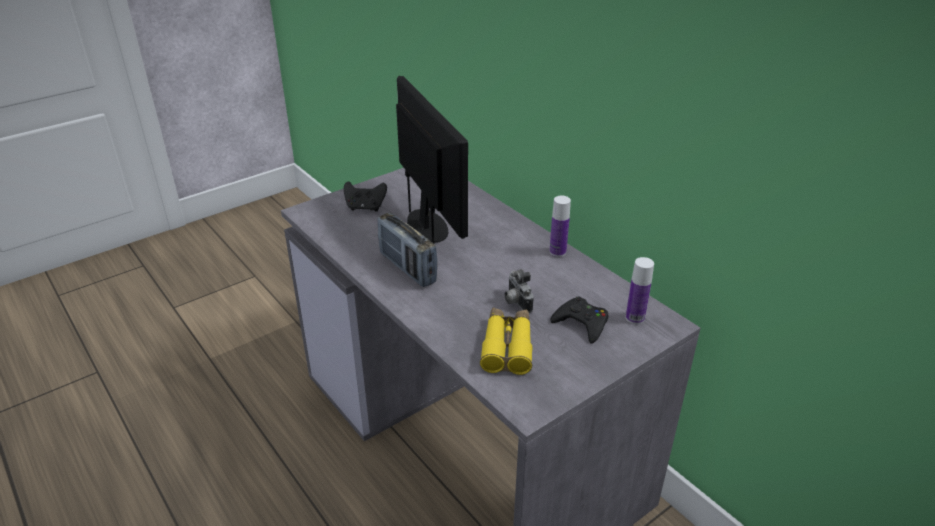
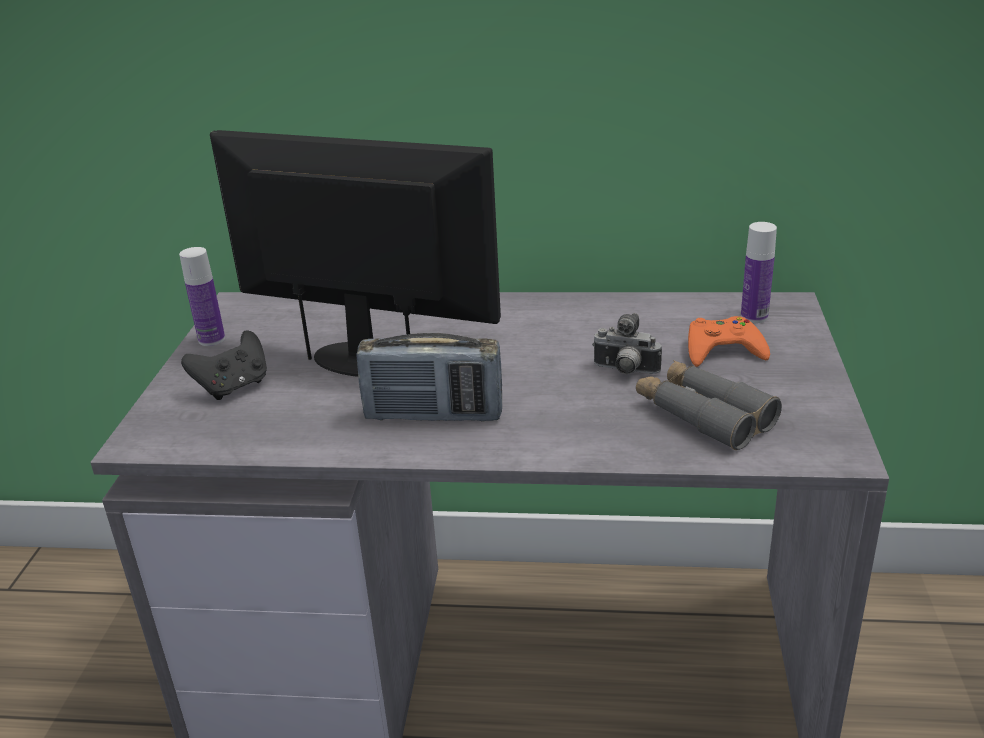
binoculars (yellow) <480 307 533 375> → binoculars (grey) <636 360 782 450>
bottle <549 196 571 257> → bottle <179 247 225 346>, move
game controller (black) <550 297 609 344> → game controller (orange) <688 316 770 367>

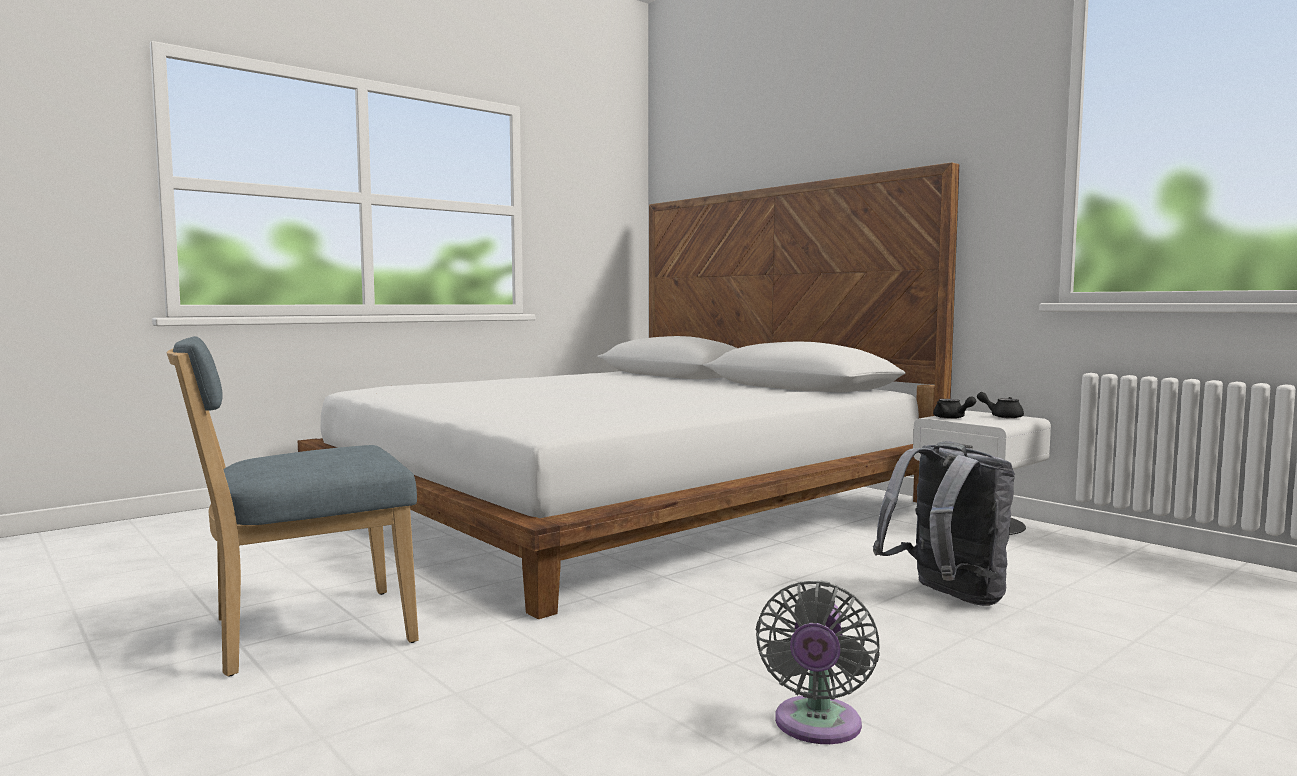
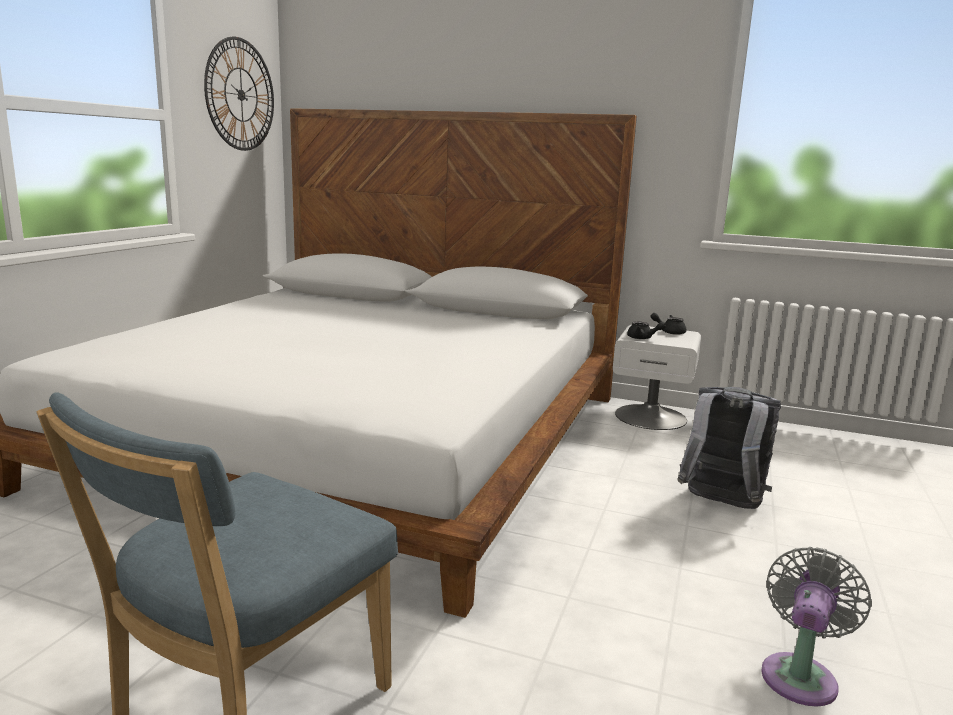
fan (grey) <756 581 880 744> → fan (grey) <761 547 872 707>, 135 degrees counterclockwise
- → wall clock <204 37 274 151>

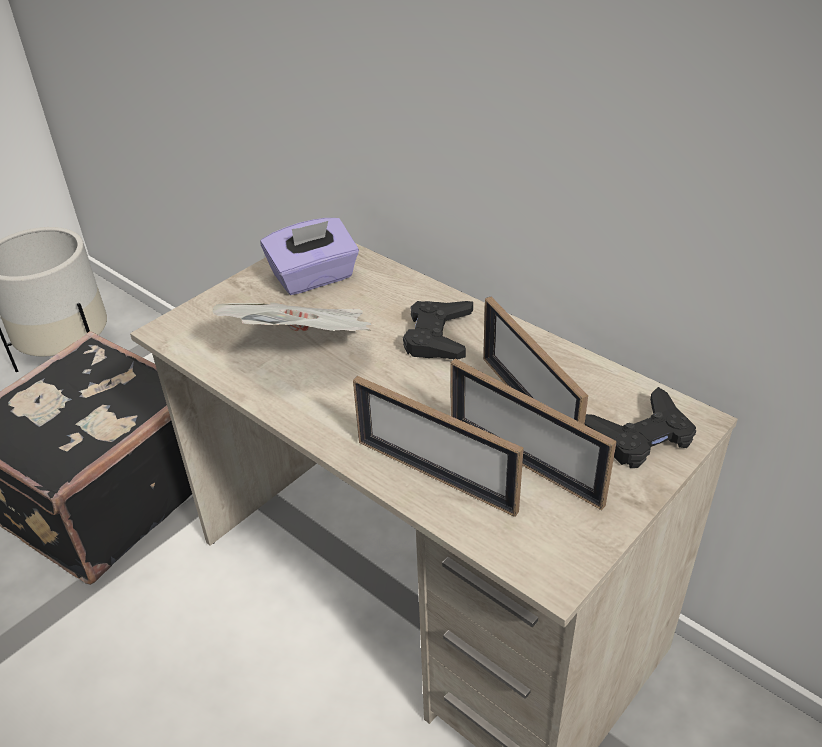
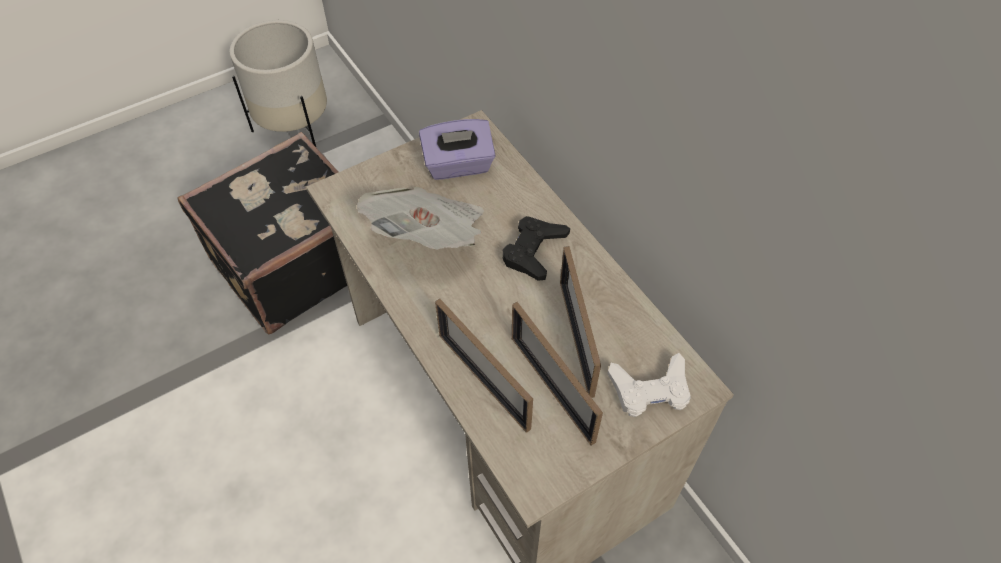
game controller (black) <585 387 696 468> → game controller (white) <607 353 691 417>

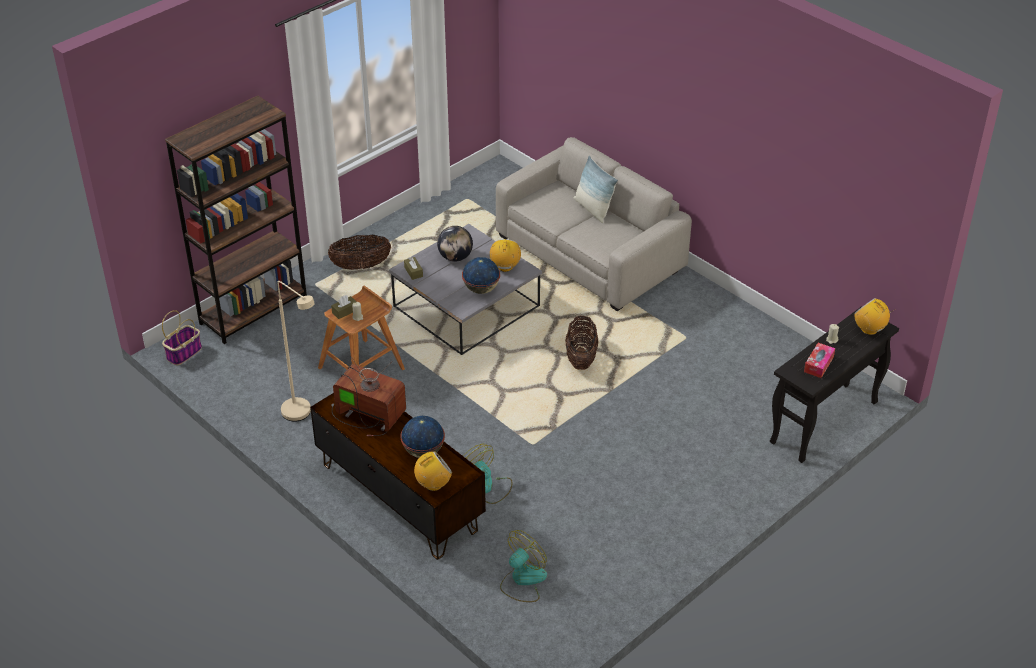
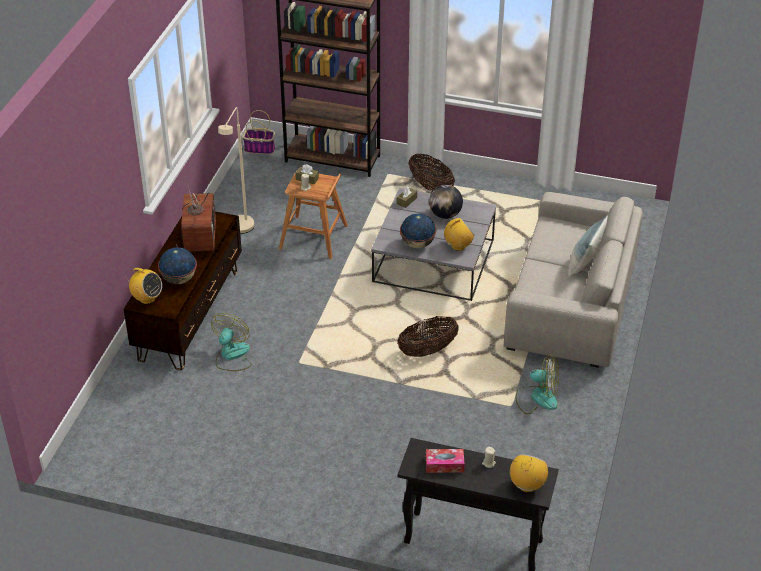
fan <500 530 547 602> → fan <516 355 559 414>, move

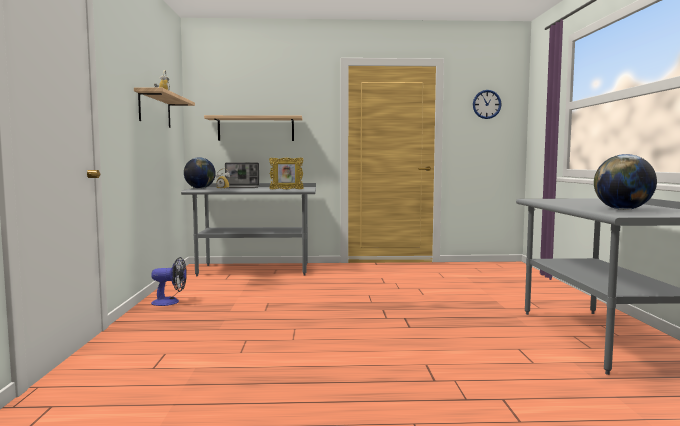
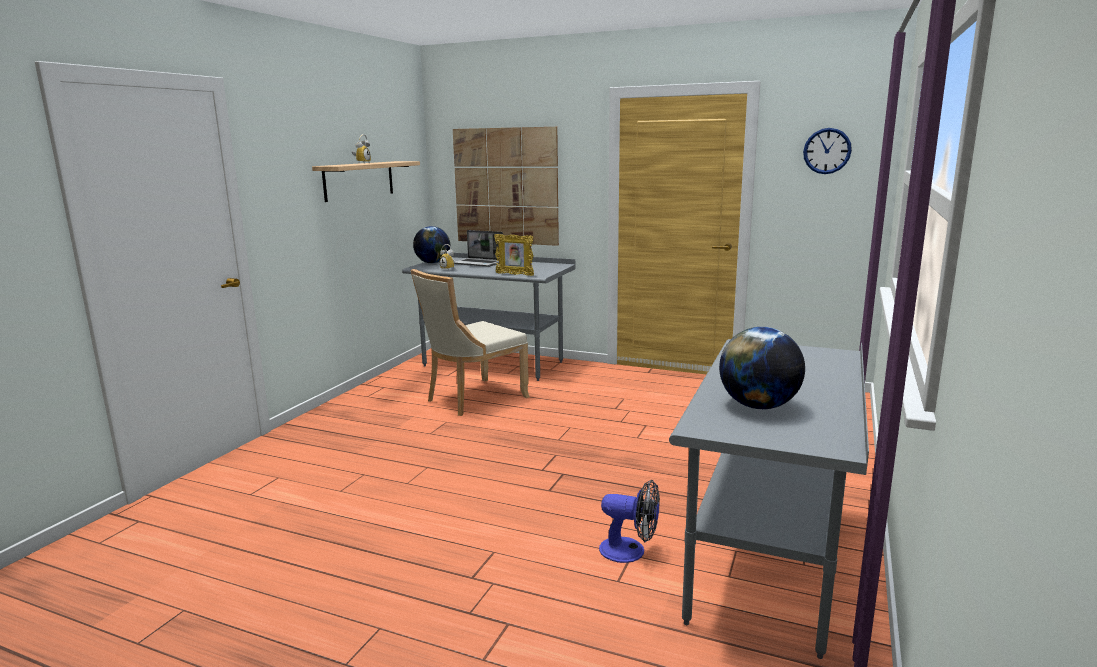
fan <151 257 187 306> → fan <599 480 660 563>, move
shelf <204 115 303 141> → picture <453 127 559 246>
- → chair (beige) <410 269 530 416>

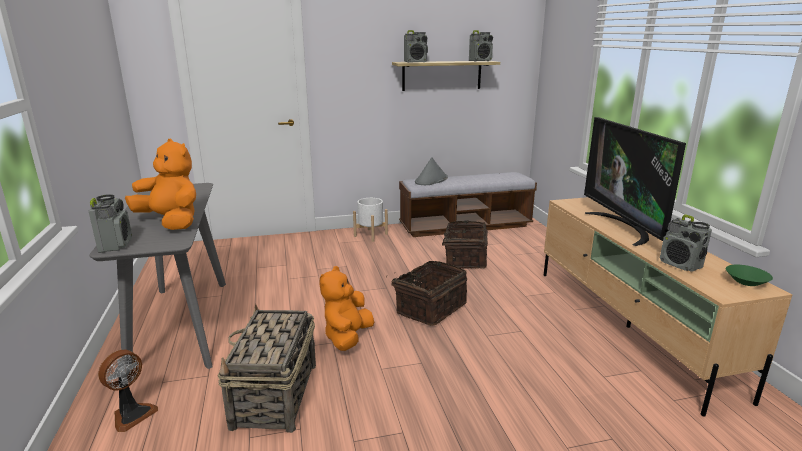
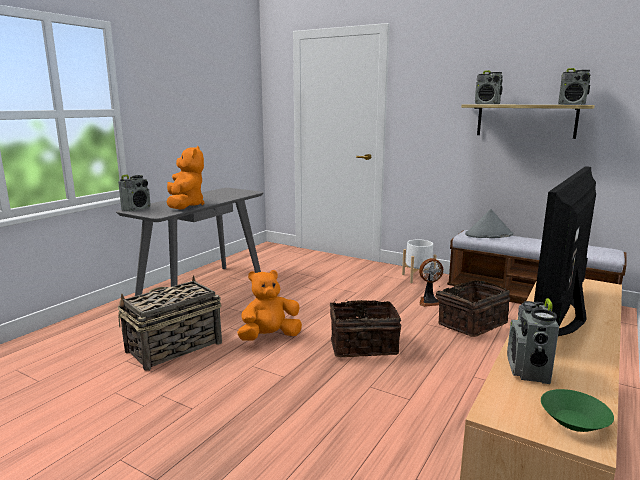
fan <98 350 158 432> → fan <419 258 443 307>, move

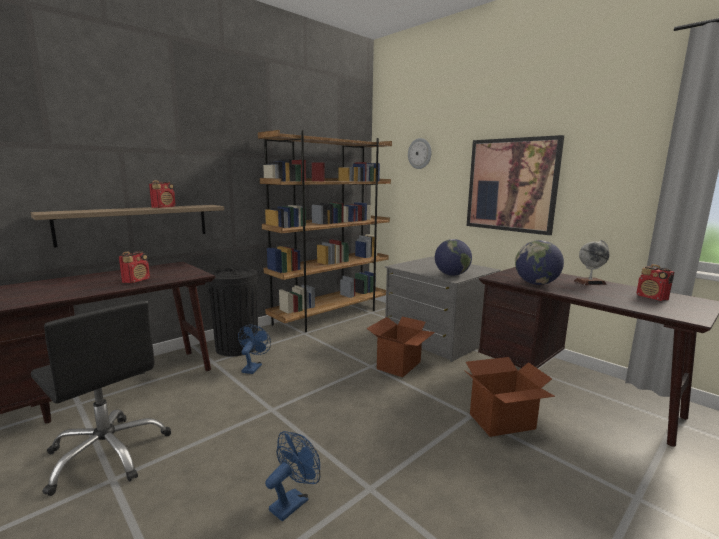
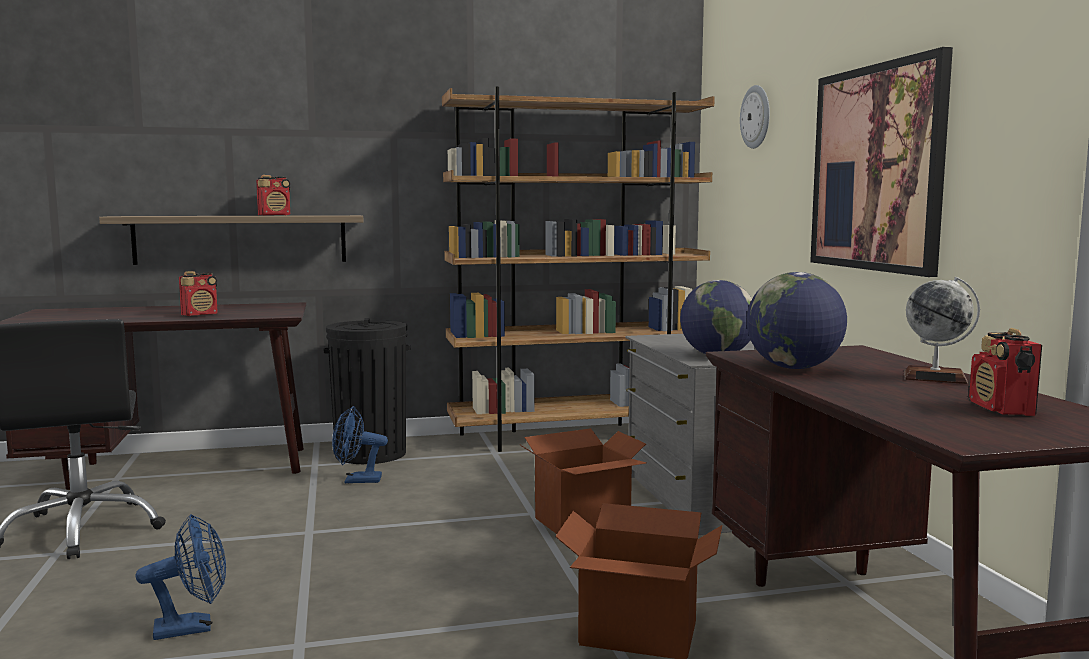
fan (blue) <238 325 271 374> → fan (blue) <332 406 388 483>, 135 degrees counterclockwise

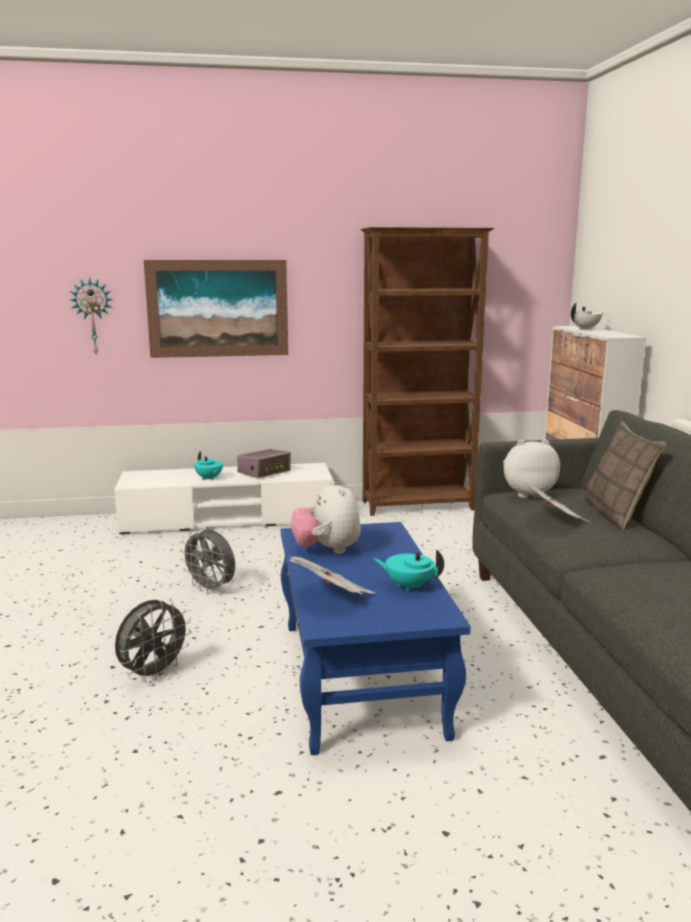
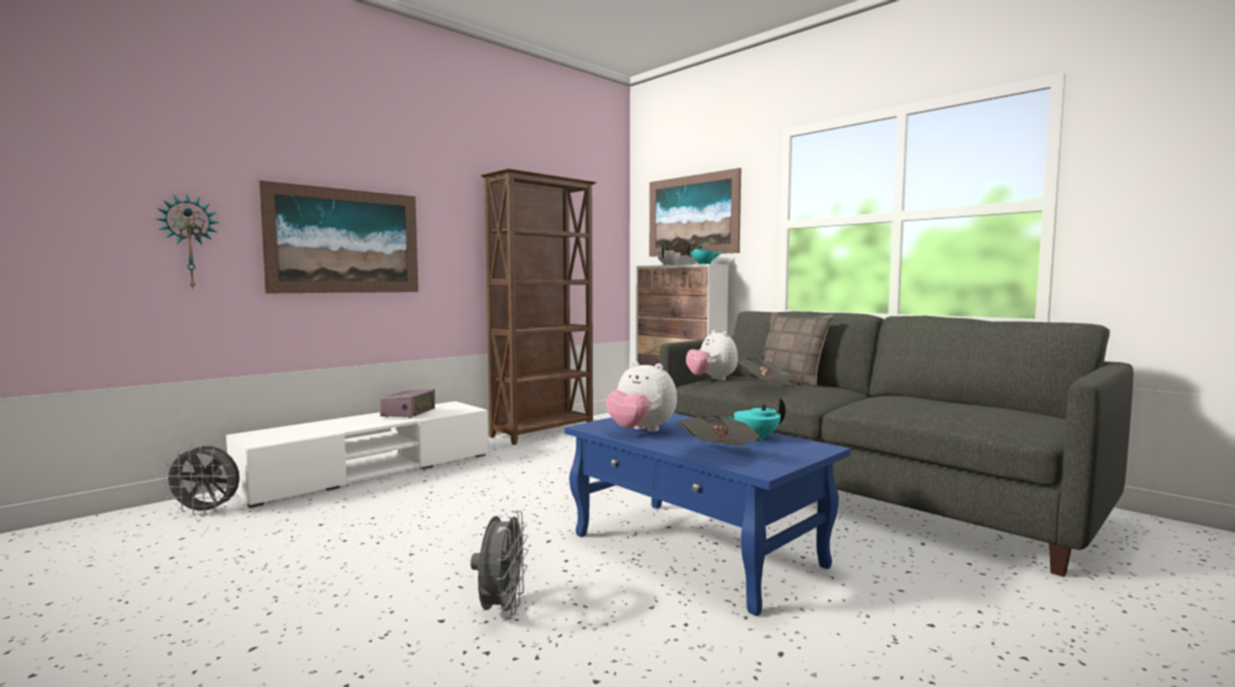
fan (grey) <180 529 235 594> → fan (grey) <162 445 240 516>, move
teapot (turquoise) <194 451 223 480> → teapot (turquoise) <687 243 723 264>, move
plush toy <503 439 560 498> → plush toy <686 330 738 381>, 75 degrees counterclockwise
- → picture <649 168 741 257>

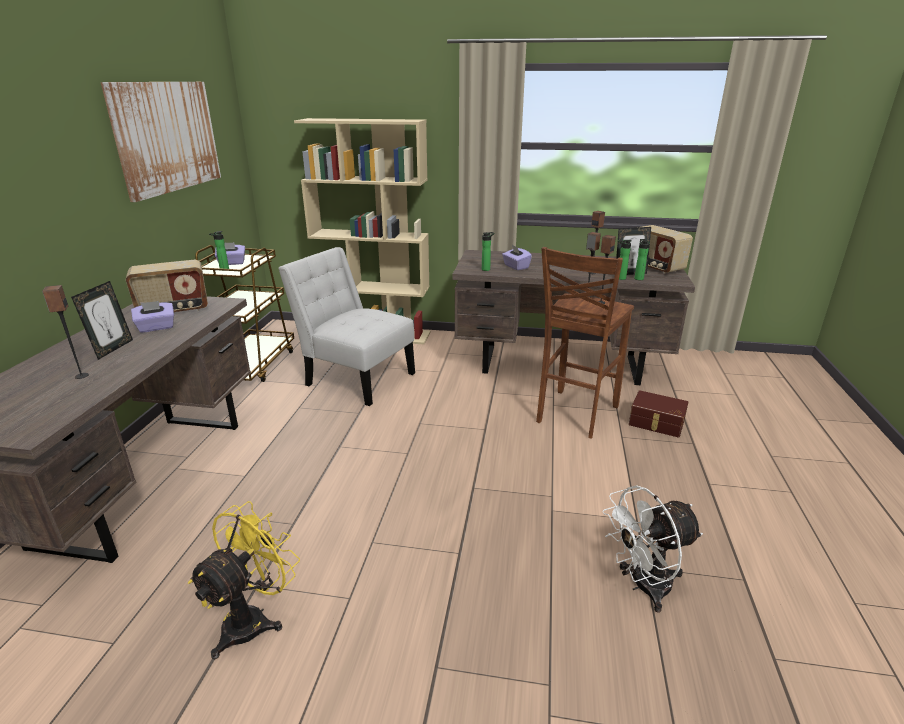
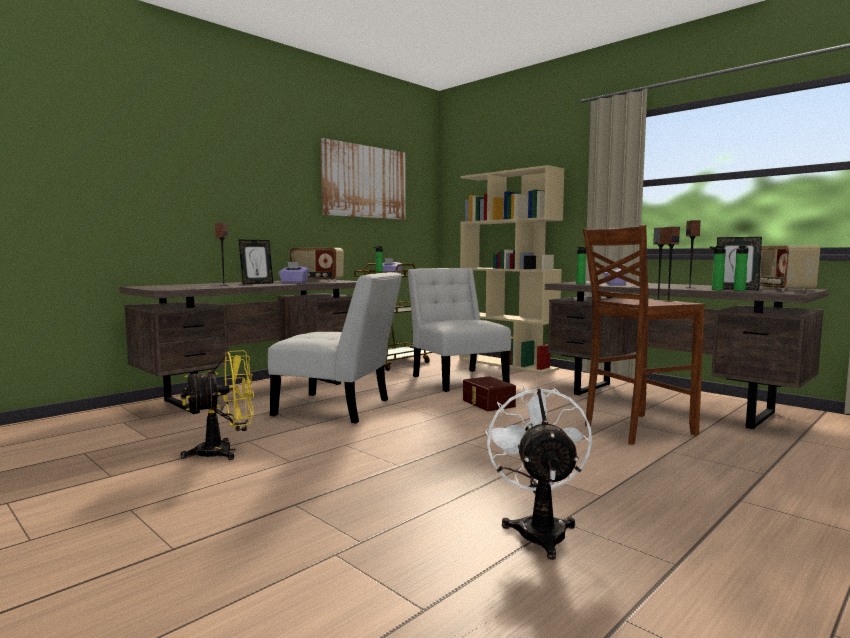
fan (white) <602 485 703 613> → fan (white) <485 386 592 560>, 75 degrees clockwise
storage box (brown) <629 390 688 438> → storage box (brown) <463 376 516 411>, move
- → chair (white) <268 272 402 424>

